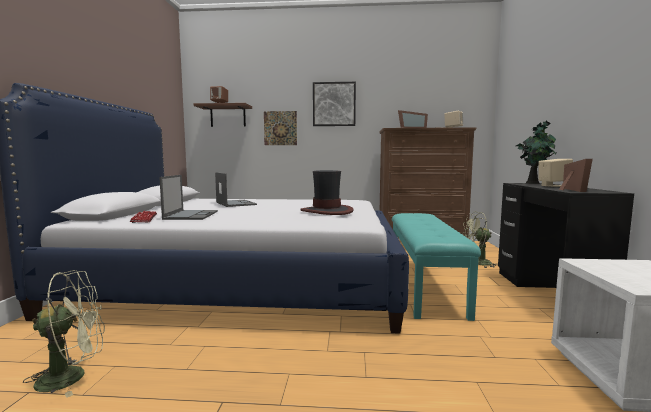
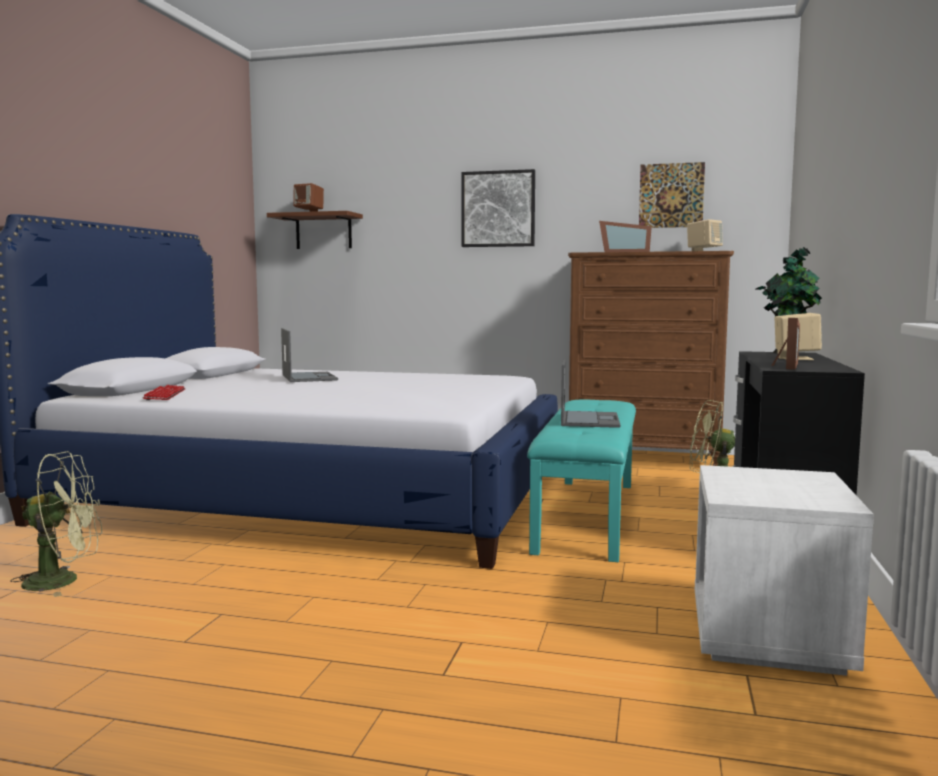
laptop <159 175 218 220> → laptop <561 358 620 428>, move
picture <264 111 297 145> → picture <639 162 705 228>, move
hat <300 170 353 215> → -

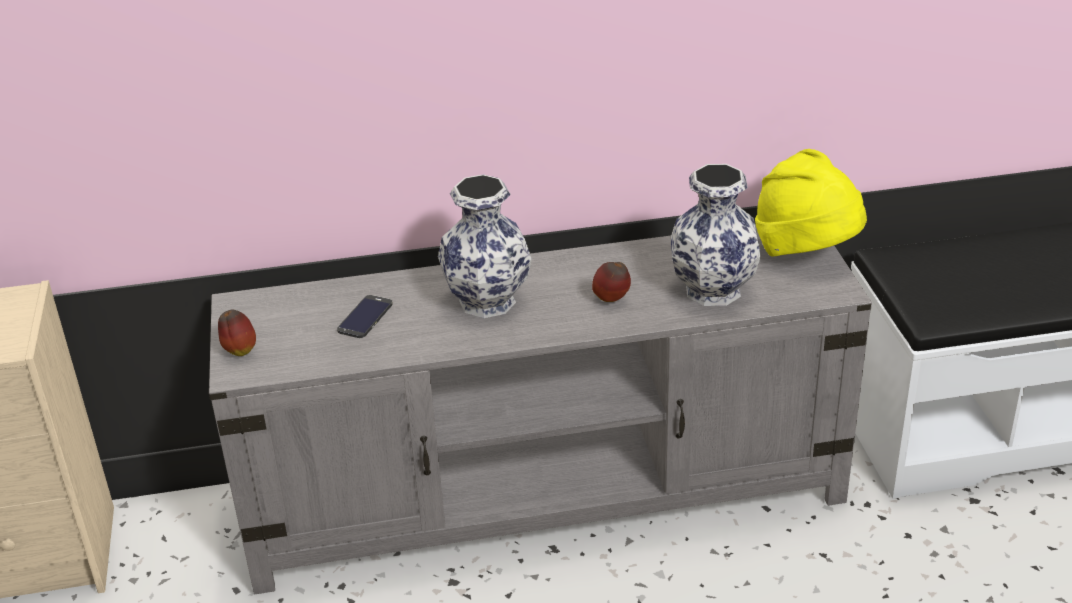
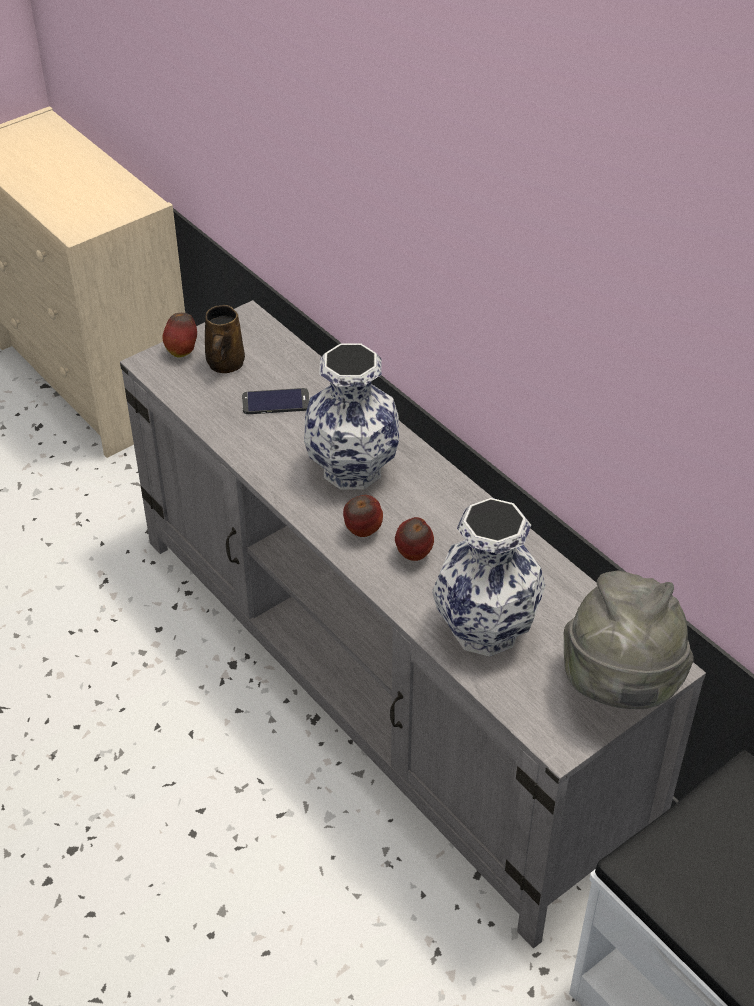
hat (yellow) <755 149 867 256> → hat (grey) <564 571 694 709>
- → mug (brown) <205 305 245 373>
- → apple <343 495 383 537>

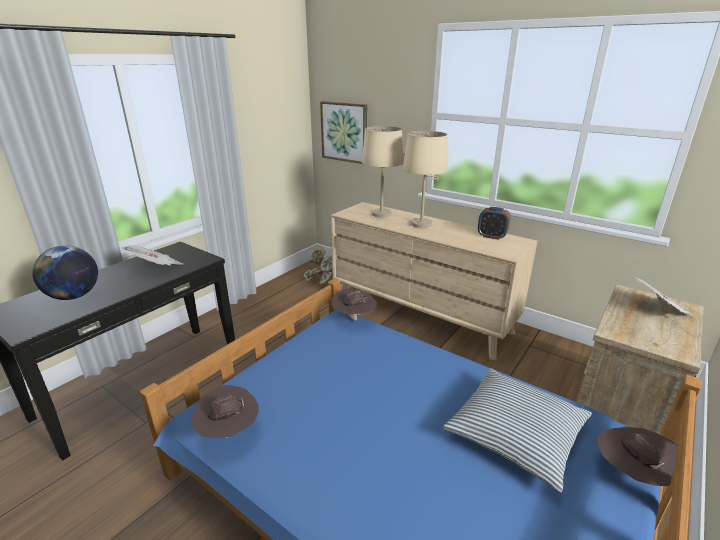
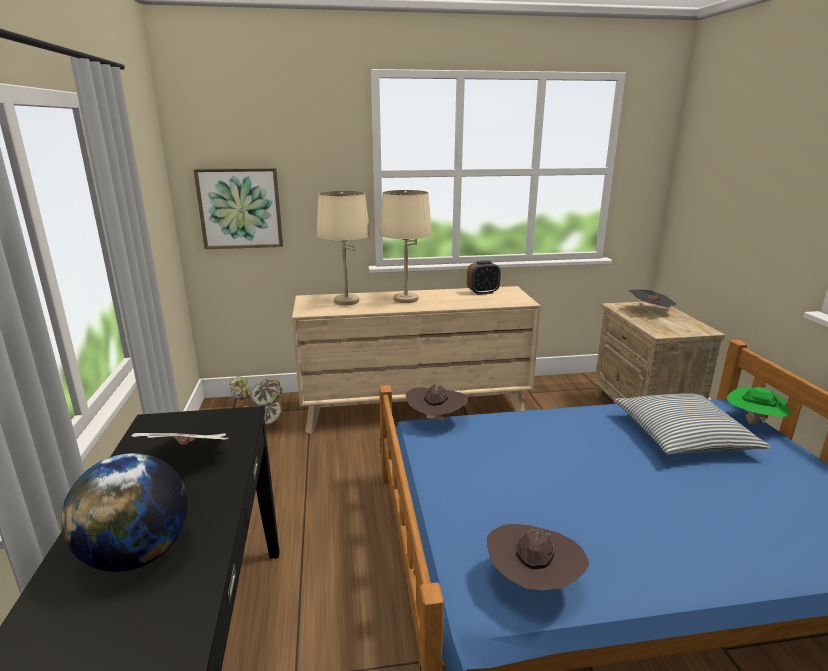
hat (brown) <598 427 677 486> → hat (green) <727 387 792 424>

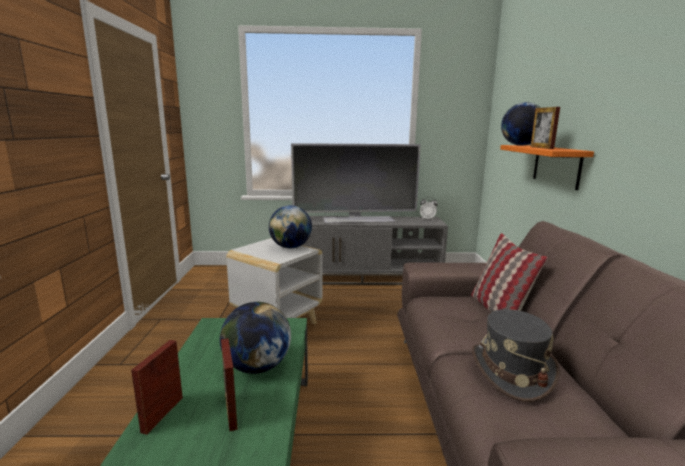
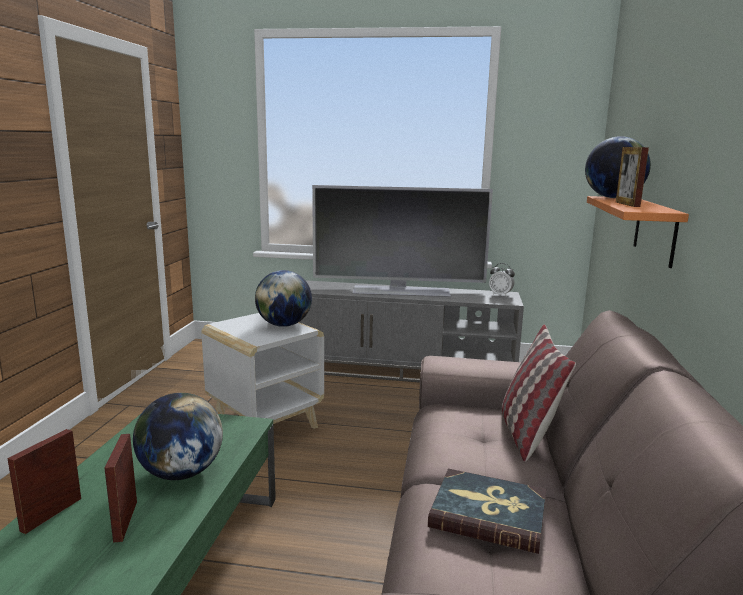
hat (grey) <472 309 560 402> → book <428 469 546 554>

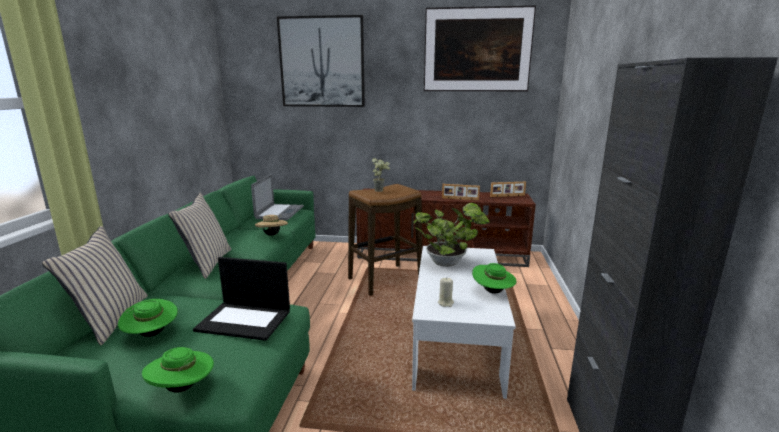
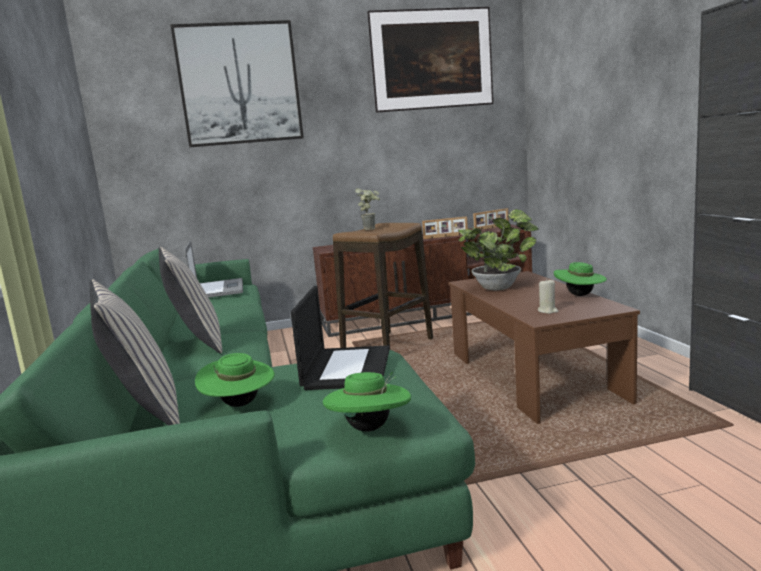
laptop <193 257 290 341> → laptop <291 286 390 390>, 75 degrees counterclockwise
hat (beige) <255 215 288 236> → -
coffee table (white) <412 246 516 399> → coffee table (brown) <448 271 640 424>

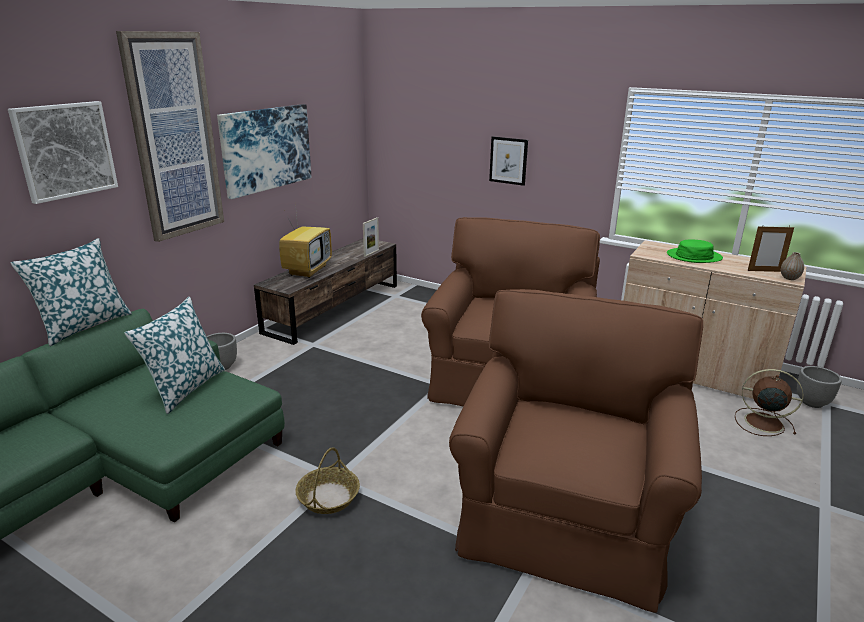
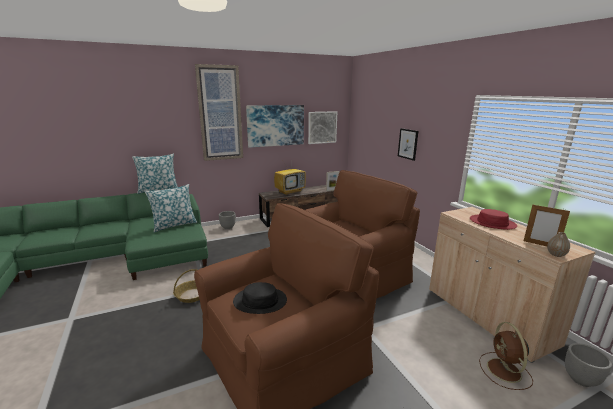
picture <8 101 118 204> → picture <308 111 337 144>, move
hat (green) <667 240 723 263> → hat (red) <470 209 517 230>
fan (brown) <735 369 803 436> → fan (brown) <479 322 533 390>, 150 degrees counterclockwise
- → hat (black) <233 282 287 314>

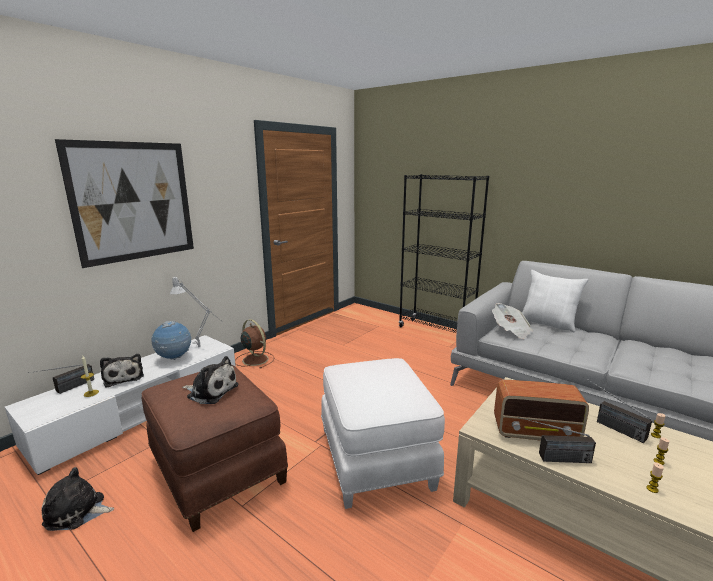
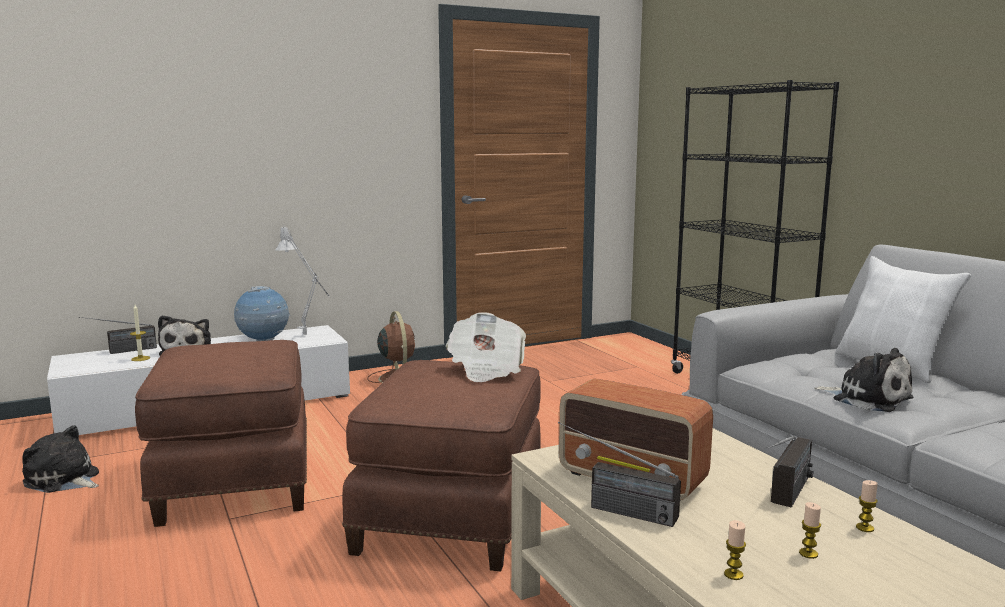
picture <55 139 194 268> → -
plush toy <182 356 239 404> → plush toy <815 348 913 412>, move
ottoman (white) <321 358 445 509> → ottoman (brown) <342 360 541 572>
newspaper <492 303 533 339> → newspaper <446 312 526 382>, move
radio <584 377 652 443> → radio <766 436 813 508>, 135 degrees counterclockwise

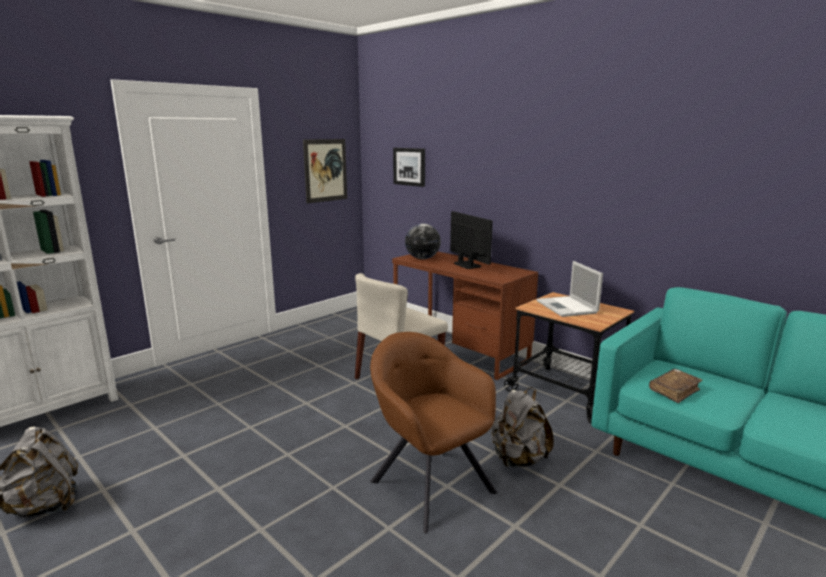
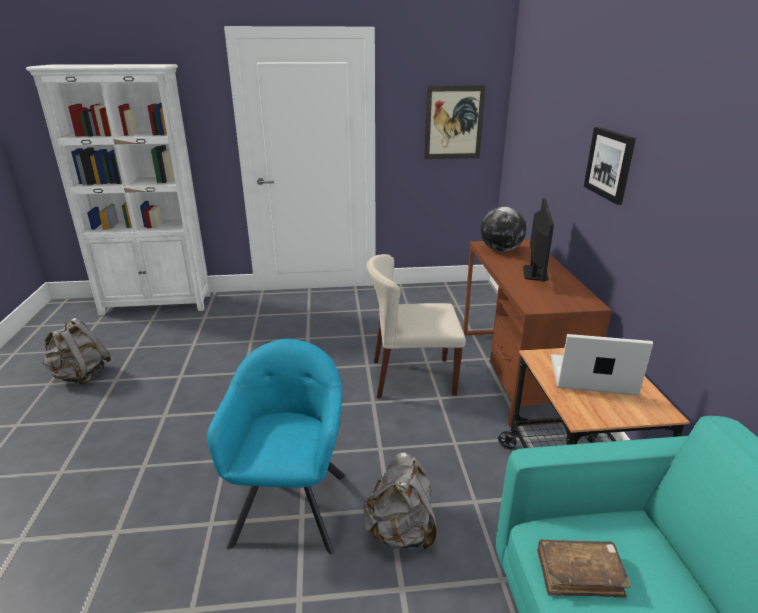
armchair (brown) <370 332 498 533> → armchair (turquoise) <207 339 345 554>
picture <393 148 425 187> → picture <584 127 636 205>, move
laptop <537 261 603 317> → laptop <551 334 653 395>, 75 degrees clockwise

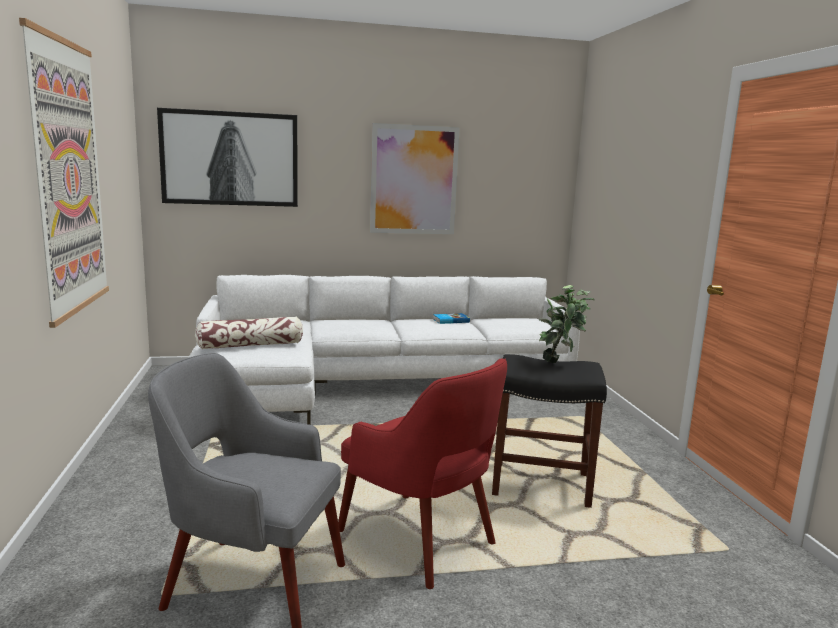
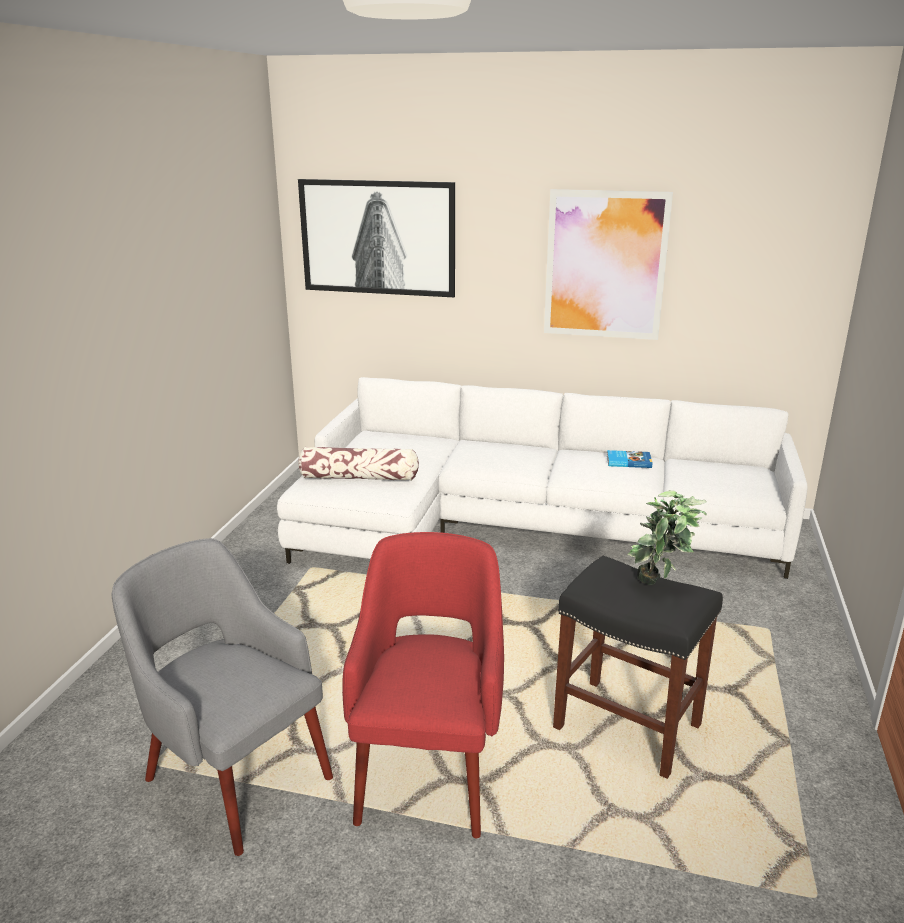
picture <19 18 109 328> → -
armchair (red) <338 358 507 589> → armchair (red) <342 532 504 838>, 150 degrees counterclockwise

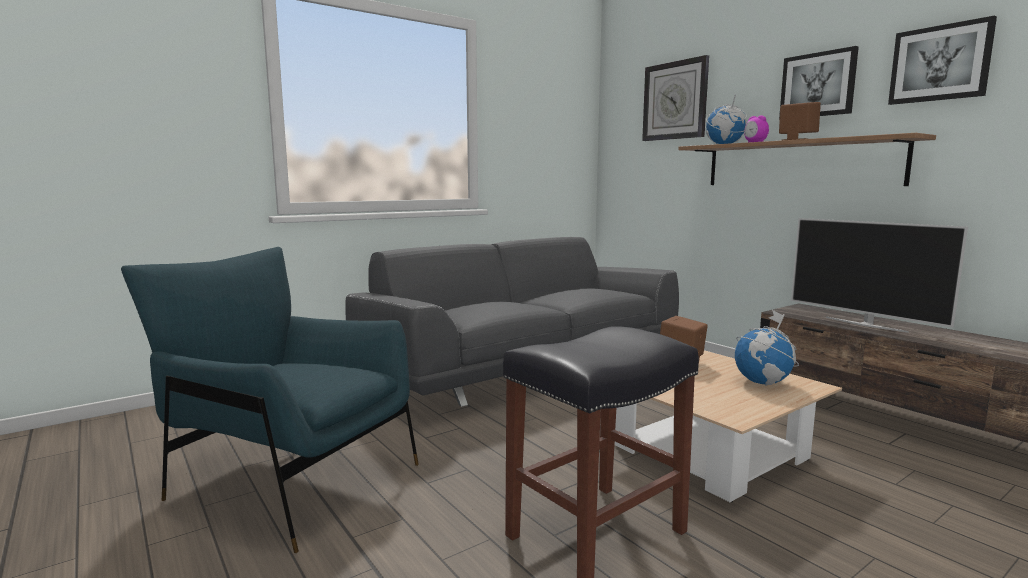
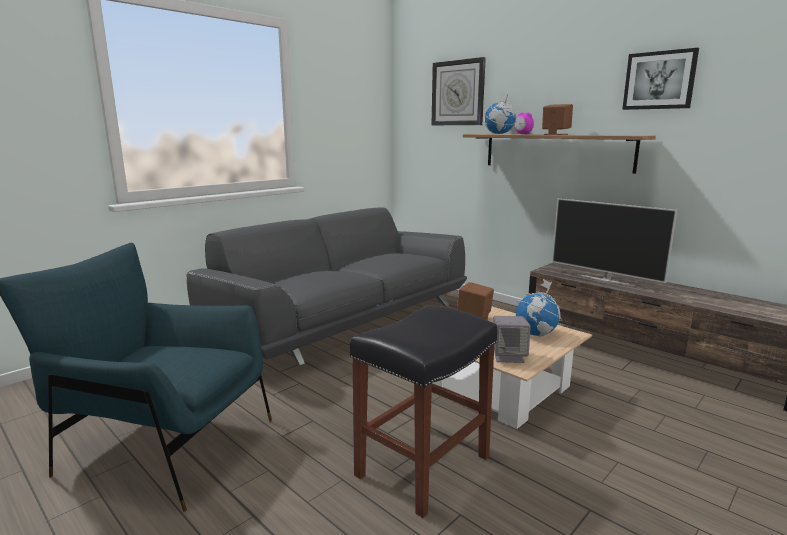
picture <779 46 859 119> → -
- → speaker (grey) <493 316 531 363>

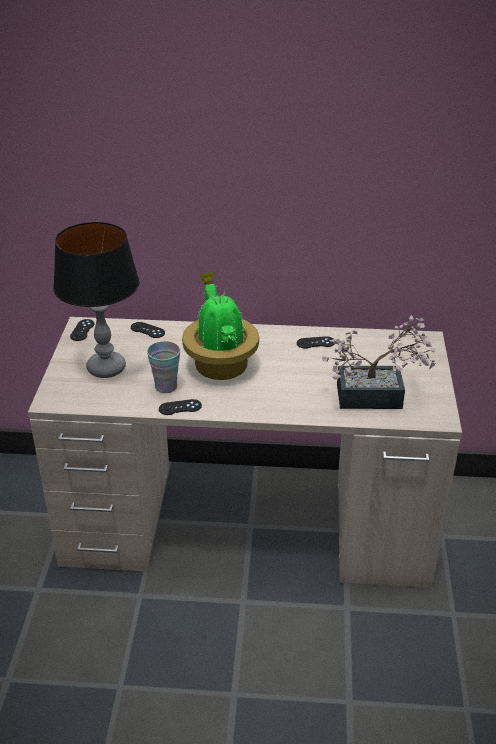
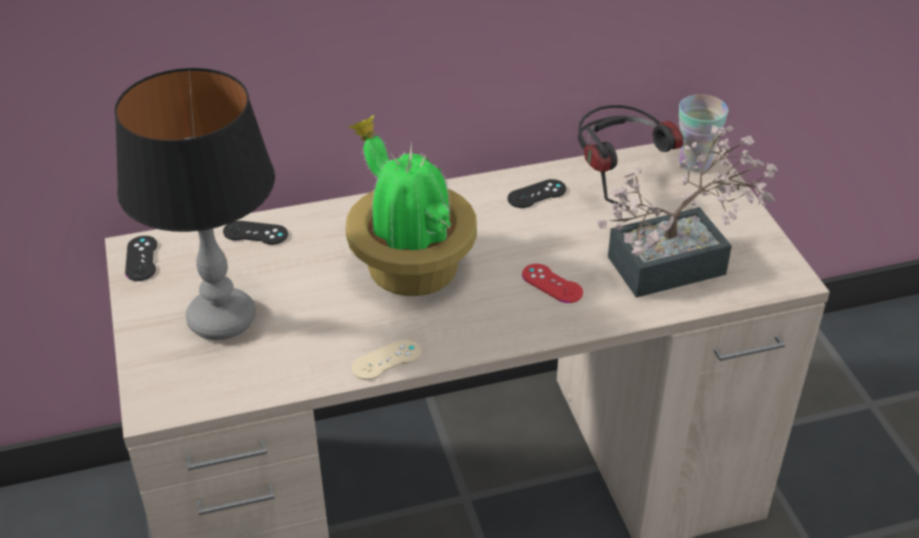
cup <147 341 180 393> → cup <679 94 728 172>, move
game controller (black) <159 399 202 415> → game controller (beige) <352 339 421 380>
- → game controller (red) <522 264 583 303>
- → headphones <578 105 683 209>

